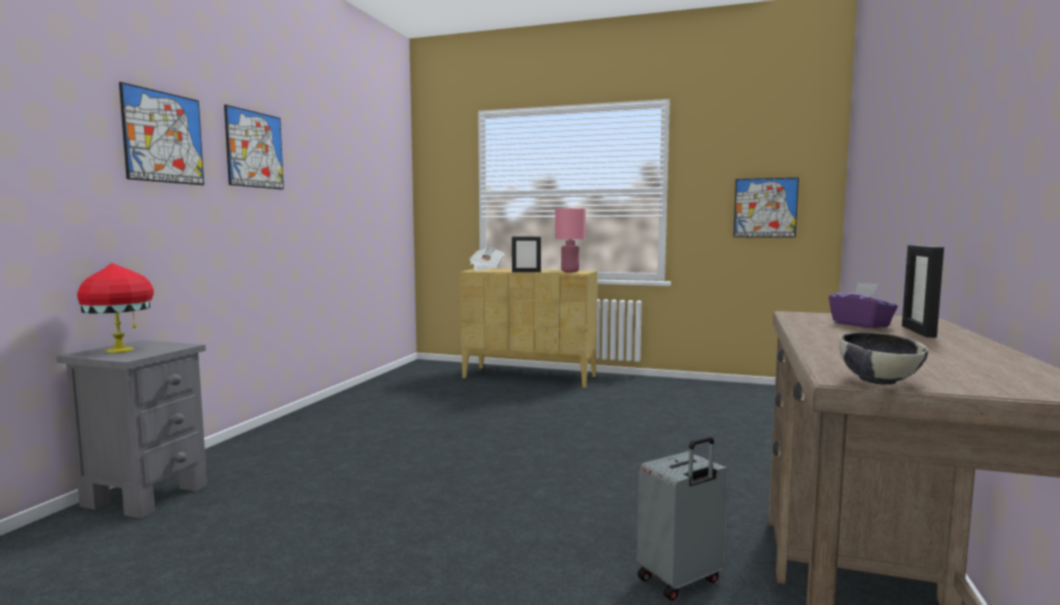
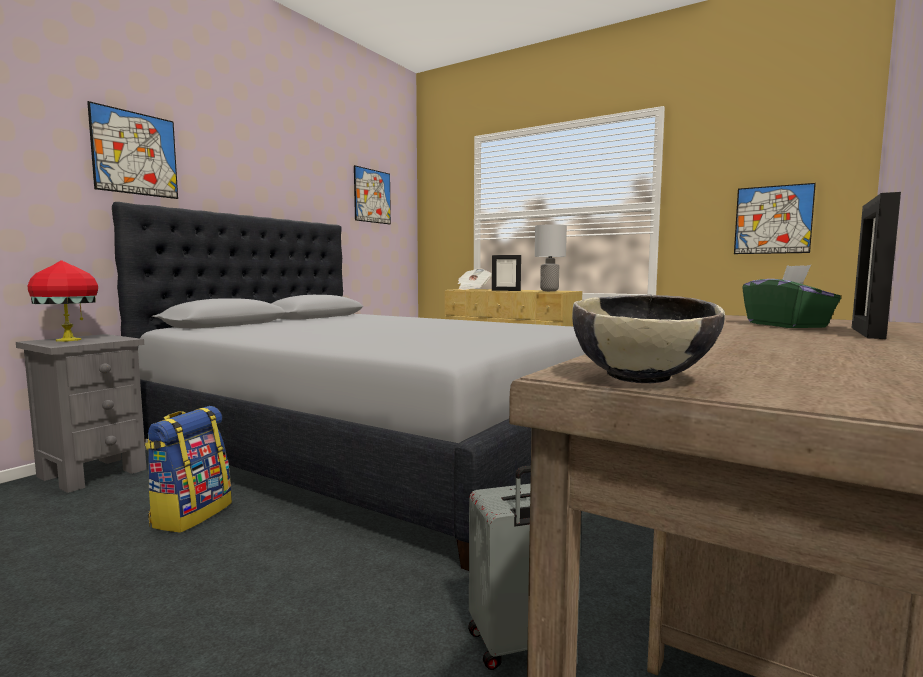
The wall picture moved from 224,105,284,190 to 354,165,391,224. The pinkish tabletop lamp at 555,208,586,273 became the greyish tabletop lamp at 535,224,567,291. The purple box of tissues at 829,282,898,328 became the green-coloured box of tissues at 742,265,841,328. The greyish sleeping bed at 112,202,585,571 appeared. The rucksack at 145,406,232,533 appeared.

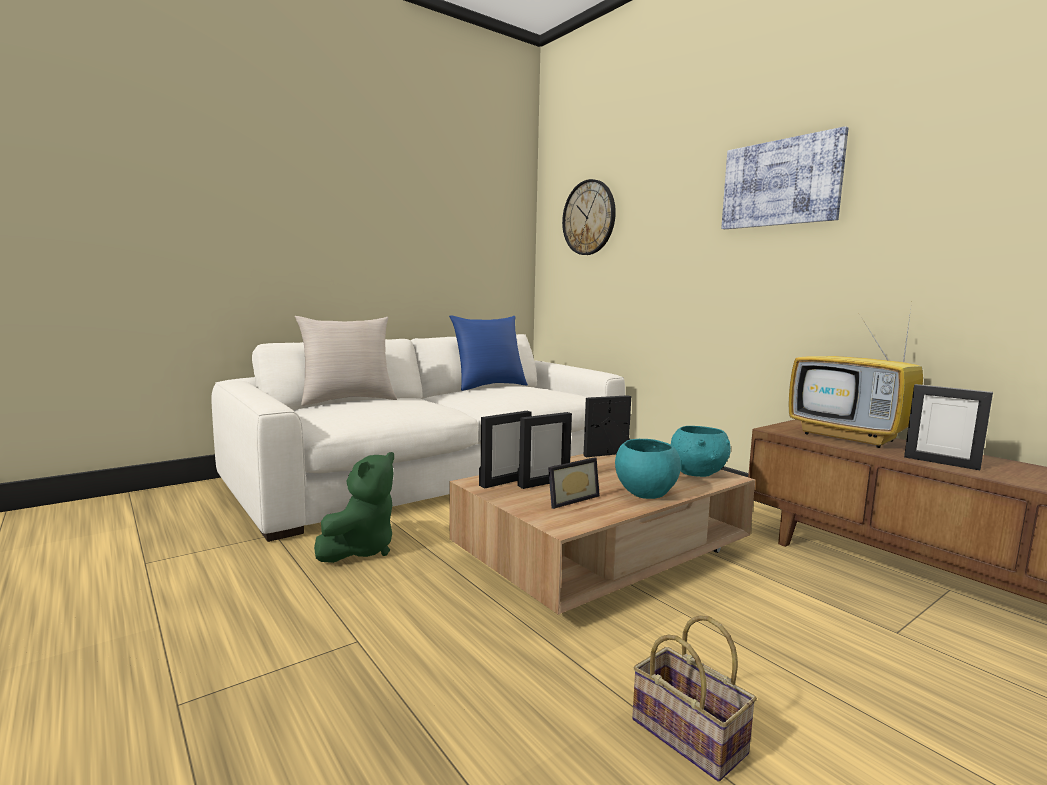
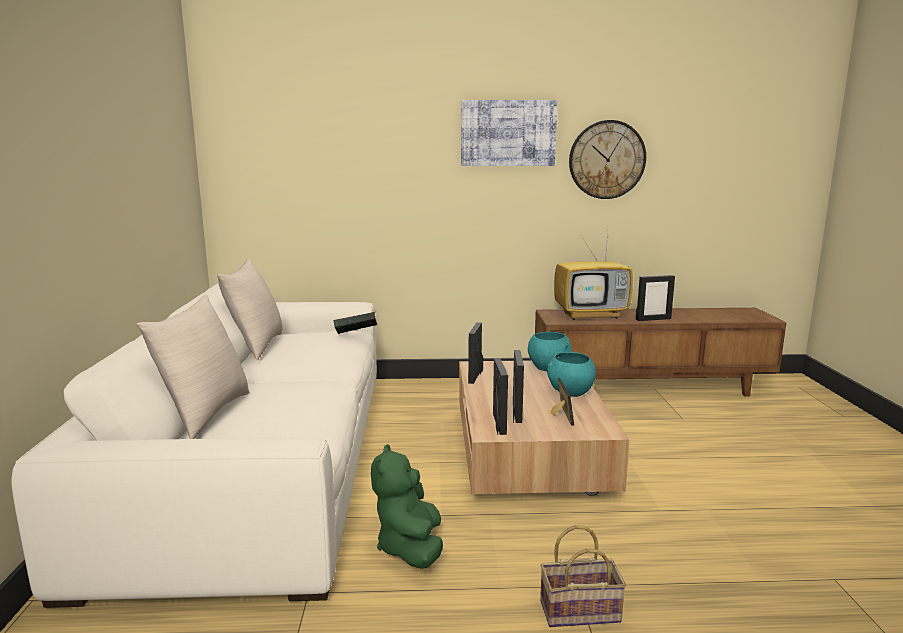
The hanging clock moved from 562,179,616,255 to 569,120,646,199. The blue pillow at 449,315,528,391 became the beige-coloured pillow at 217,259,282,360. The green-coloured cuddly toy at 314,452,394,563 turned 150 degrees counterclockwise. The basket moved from 632,615,757,782 to 540,525,626,627. The bound book at 333,312,377,334 appeared.

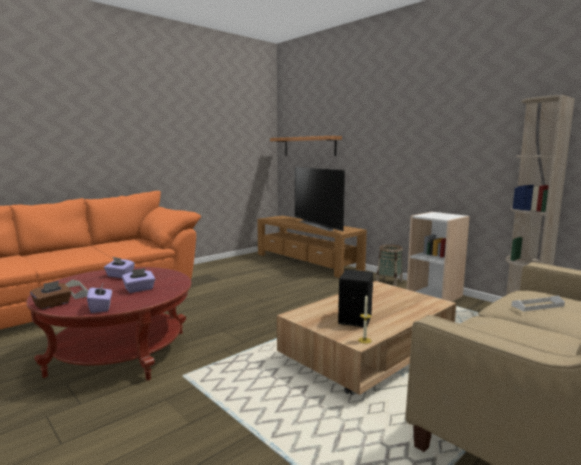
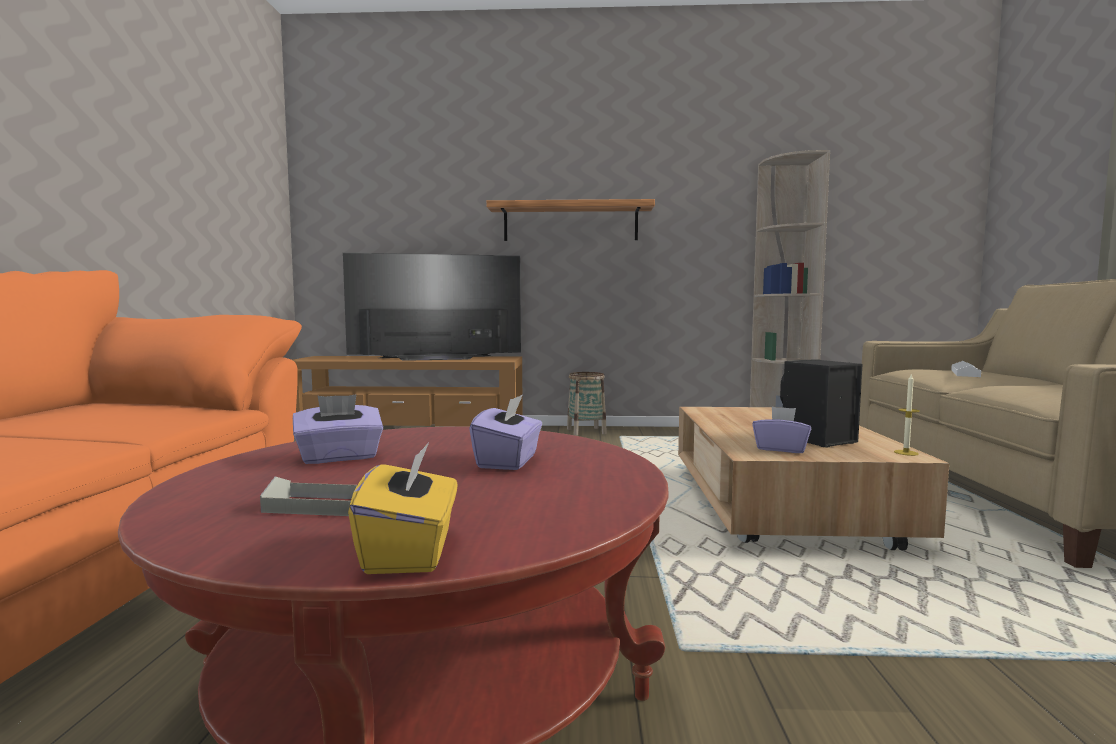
The wall shelf moved from 270,136,342,156 to 486,199,655,241. The TV at 295,167,345,231 turned 150 degrees clockwise. The bookcase at 407,212,470,302 disappeared. The brown box of tissues at 30,281,72,310 became the yellow box of tissues at 348,443,457,574. The purple box of tissues moved from 87,282,112,313 to 752,407,811,453.

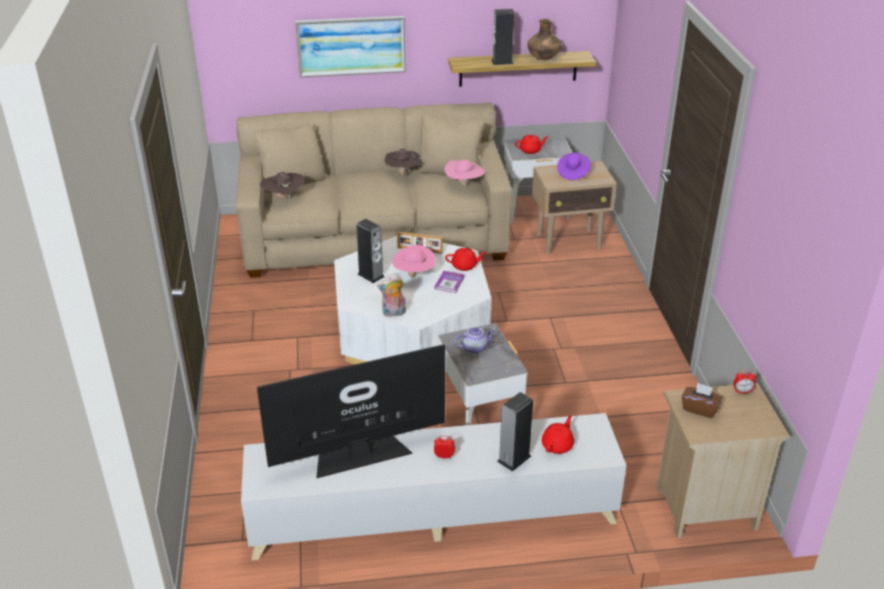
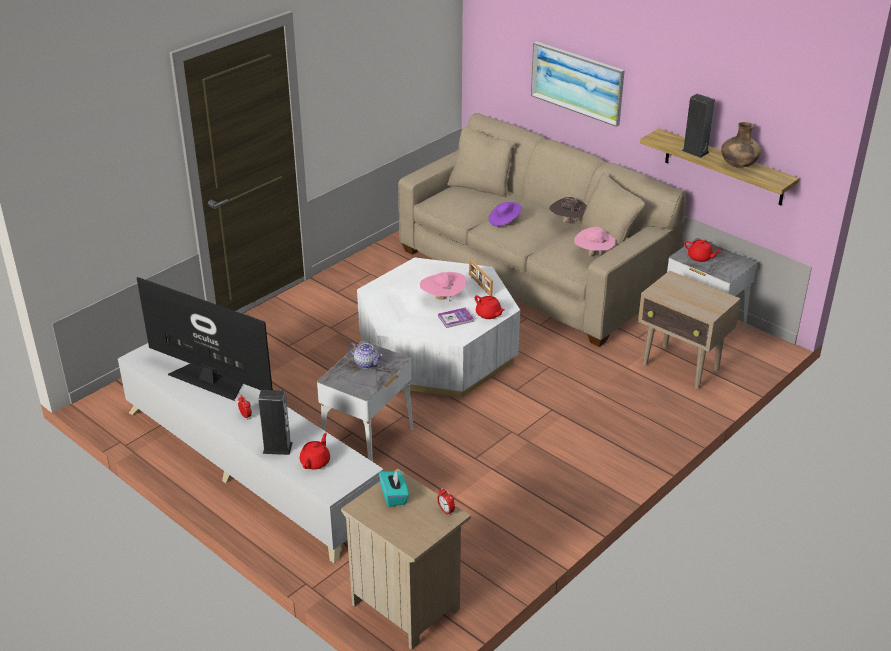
The purple wearable hat moved from 557,153,591,180 to 489,202,522,226. The brown wearable hat at 260,172,304,198 disappeared. The loudspeaker at 356,219,385,283 disappeared. The cuddly toy at 377,273,406,317 disappeared. The brown box of tissues at 682,383,722,418 became the blue-green box of tissues at 379,471,409,507. The red-coloured pot for tea at 542,415,574,454 turned 60 degrees counterclockwise.

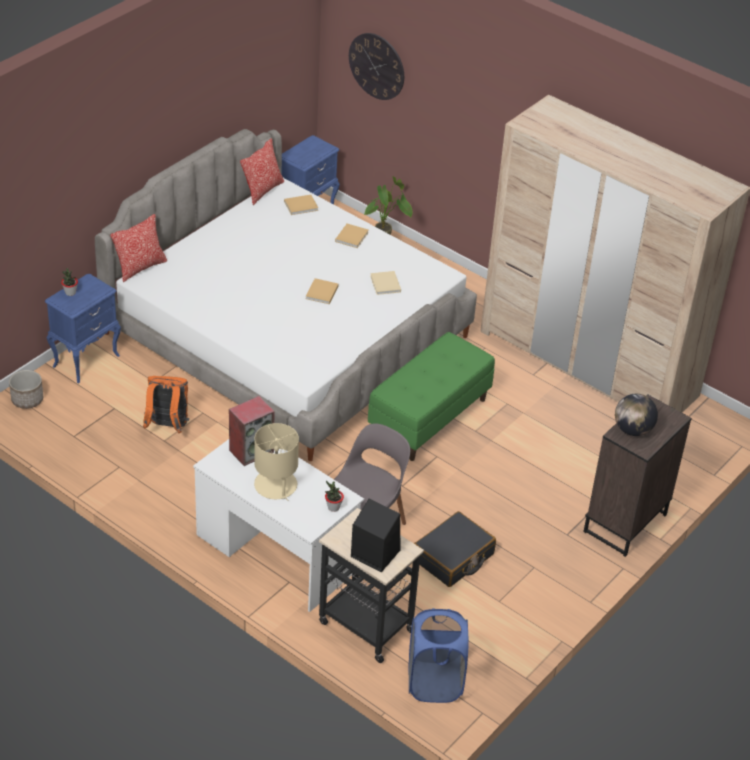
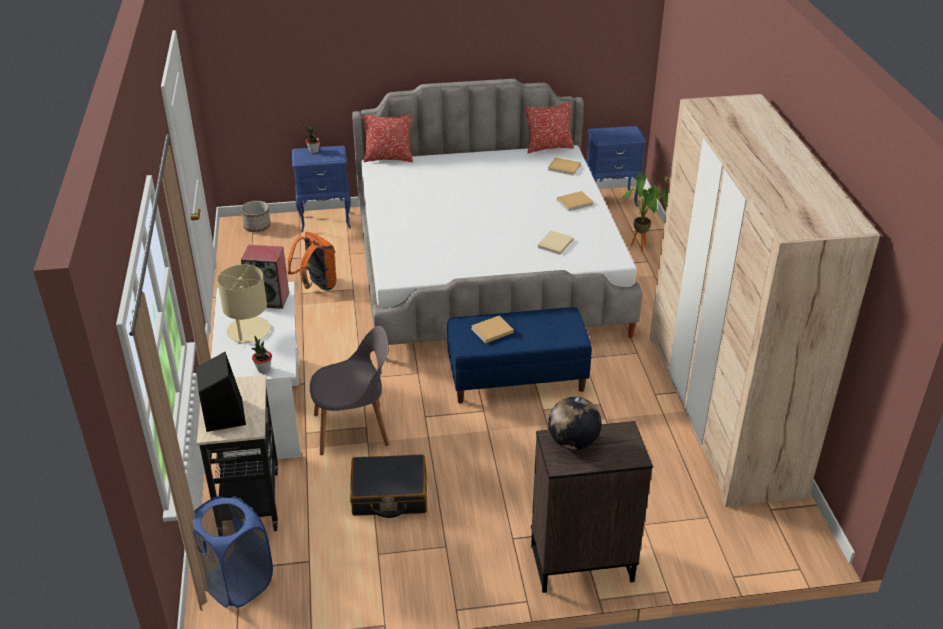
The hanging clock at 349,33,404,100 disappeared. The beige-coloured bound book moved from 306,278,339,304 to 471,316,514,343. The green-coloured indoor bench at 368,332,495,461 became the blue indoor bench at 447,307,592,404.

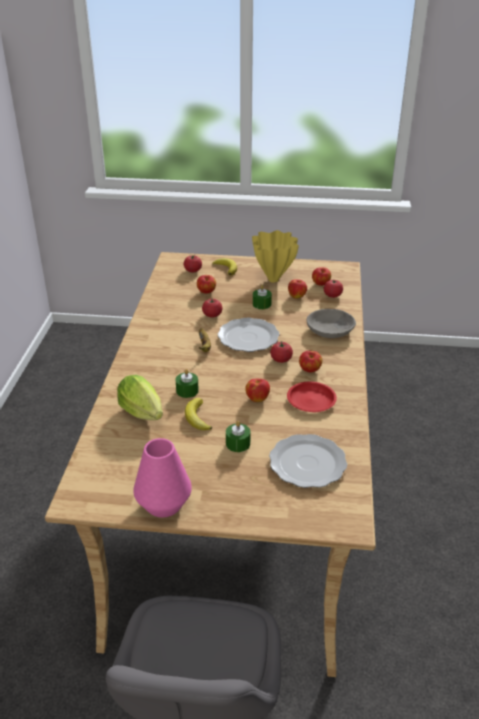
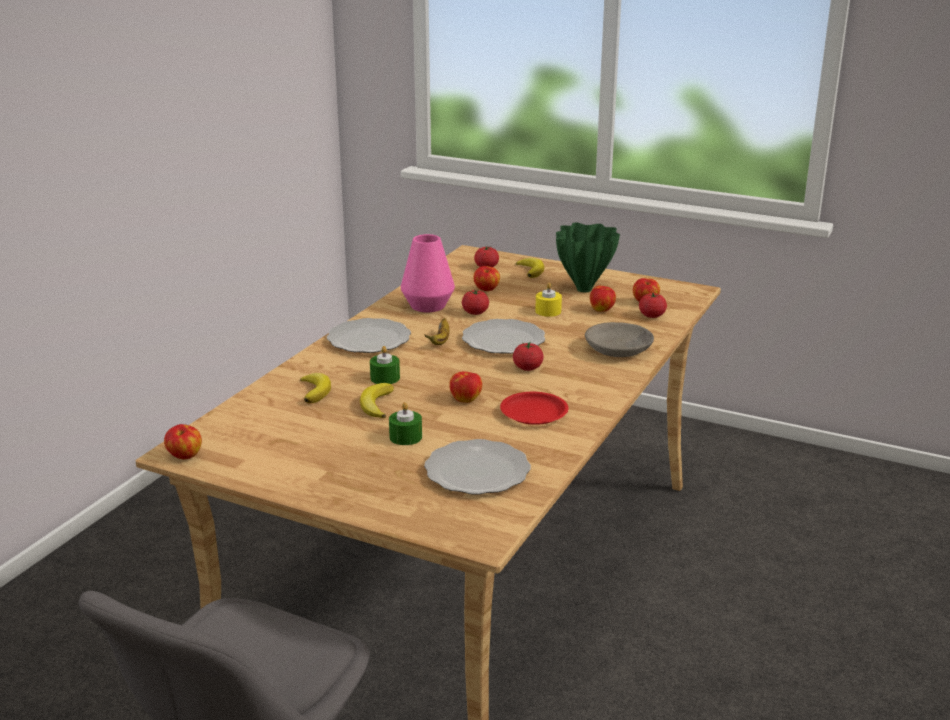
The yellow decorative vase at 252,230,299,282 became the green-coloured decorative vase at 556,223,620,292. The green-coloured wax candle at 253,285,272,309 became the yellow wax candle at 535,282,562,317. The apple moved from 299,351,322,372 to 164,424,202,459. The head of lettuce at 117,375,163,420 was replaced by the banana at 300,373,331,403. The pinkish decorative vase moved from 133,438,192,517 to 401,234,455,312. The flat dish at 327,318,411,353 appeared.

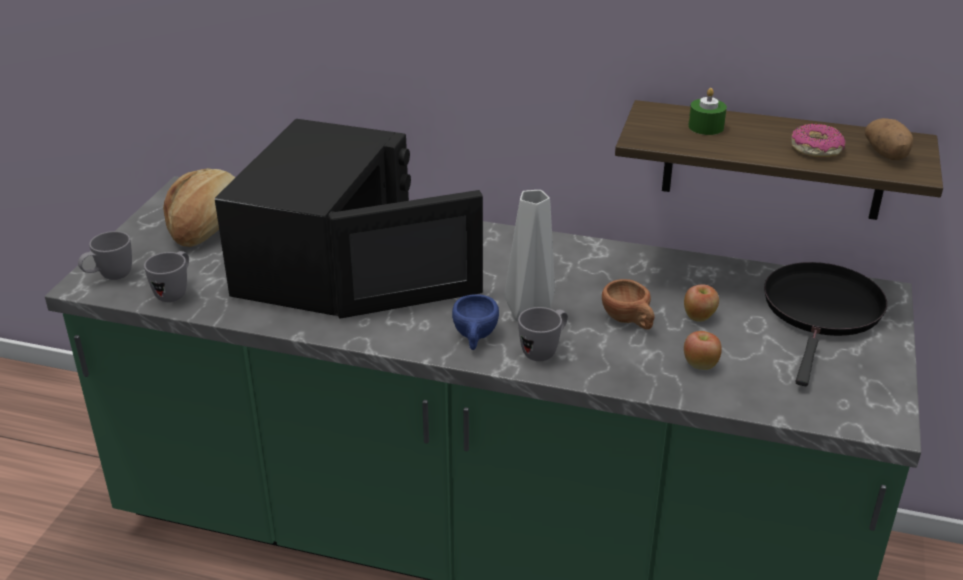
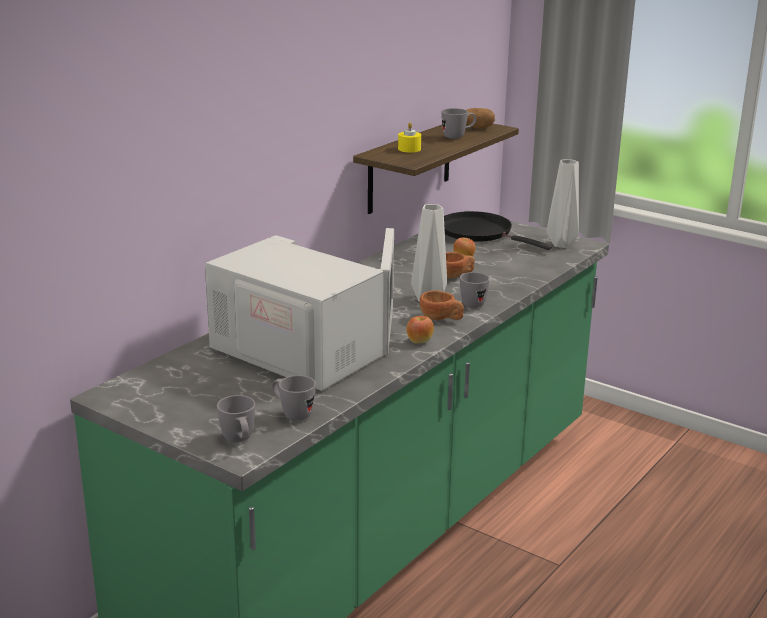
The green-coloured wax candle at 688,88,727,135 became the yellow wax candle at 398,122,421,153. The blackish microwave oven at 215,119,483,319 became the whitish microwave oven at 205,228,394,391. The doughnut at 792,124,845,157 was replaced by the greyish coffee mug at 441,108,476,139. The bread at 163,168,236,247 disappeared. The blue drinking cup at 452,294,499,350 became the brown drinking cup at 420,290,464,320. The apple moved from 684,331,722,370 to 407,316,434,343. The greyish decorative vase at 547,159,579,248 appeared.

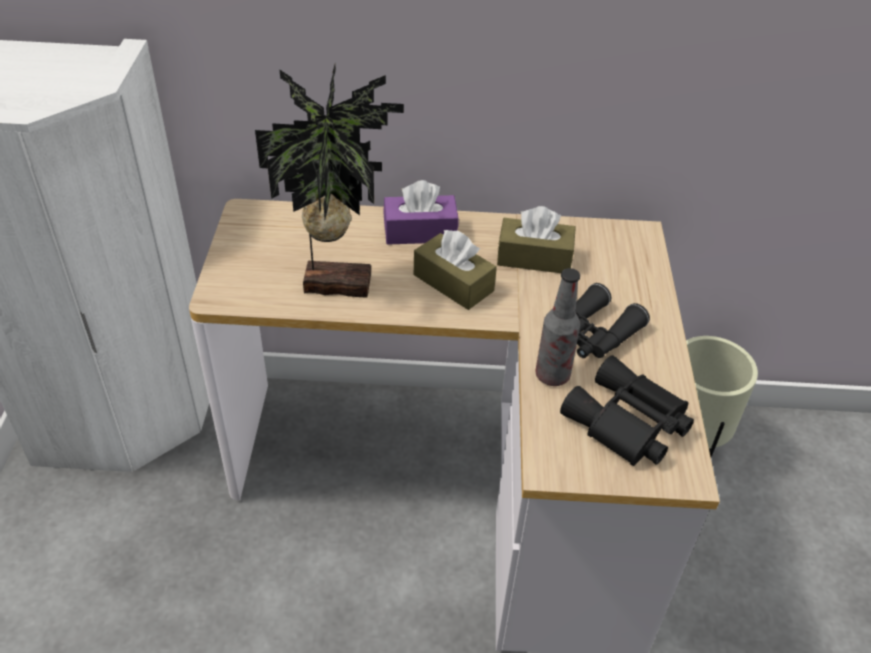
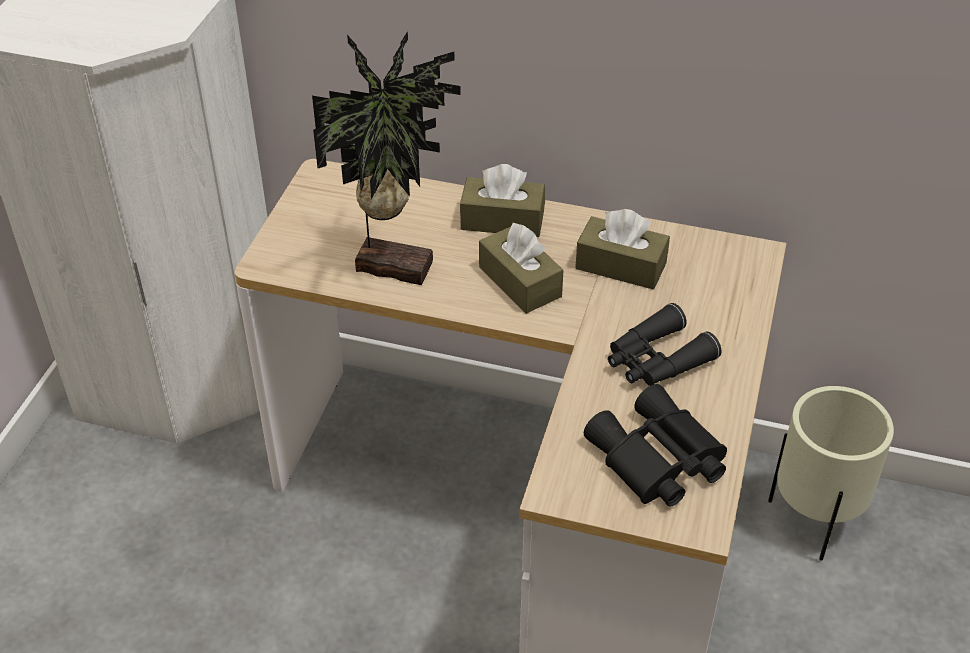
The purple box of tissues at 383,180,459,245 became the brown box of tissues at 460,164,545,237. The drink bottle at 536,268,580,386 disappeared.

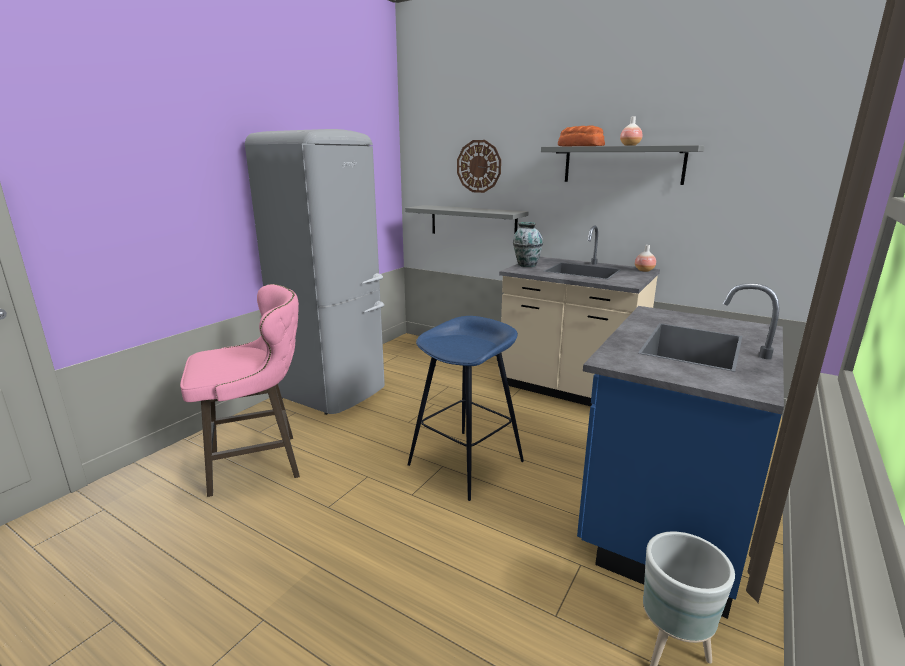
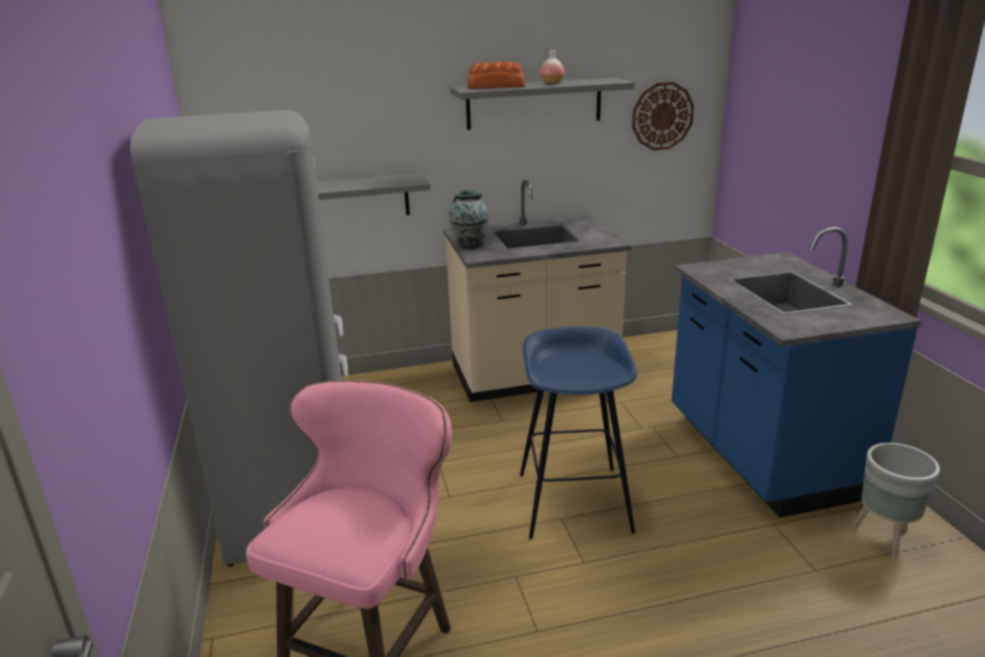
The hanging clock moved from 457,140,501,193 to 632,82,694,151. The decorative vase at 635,245,656,272 disappeared.

